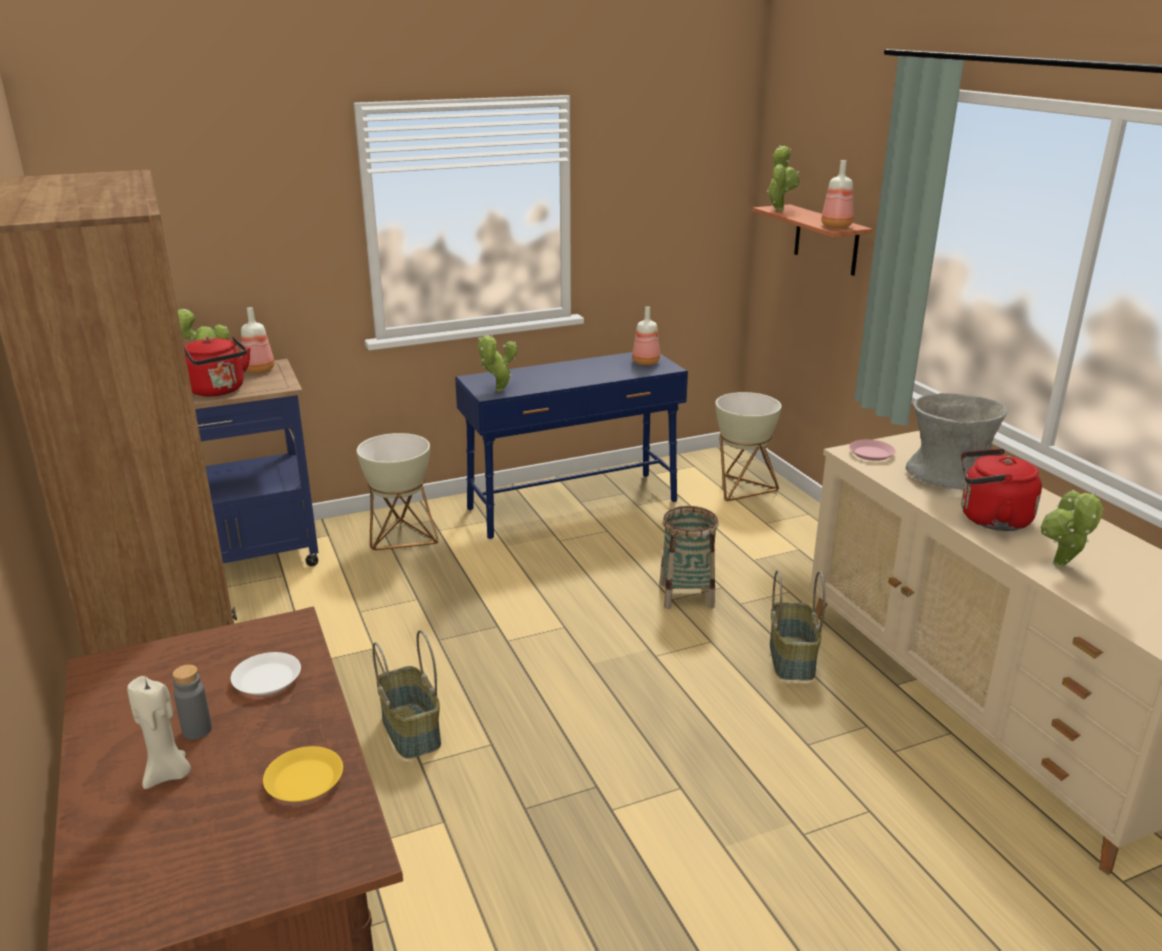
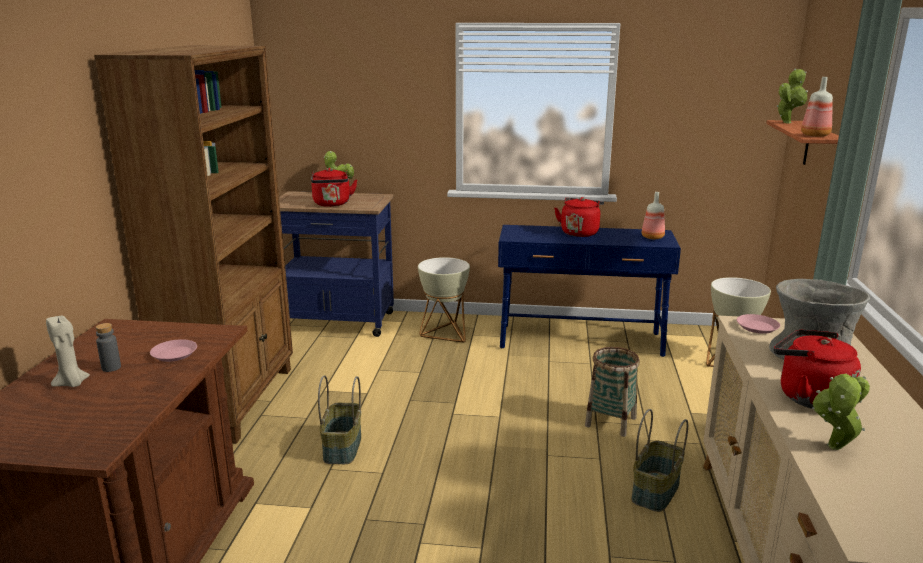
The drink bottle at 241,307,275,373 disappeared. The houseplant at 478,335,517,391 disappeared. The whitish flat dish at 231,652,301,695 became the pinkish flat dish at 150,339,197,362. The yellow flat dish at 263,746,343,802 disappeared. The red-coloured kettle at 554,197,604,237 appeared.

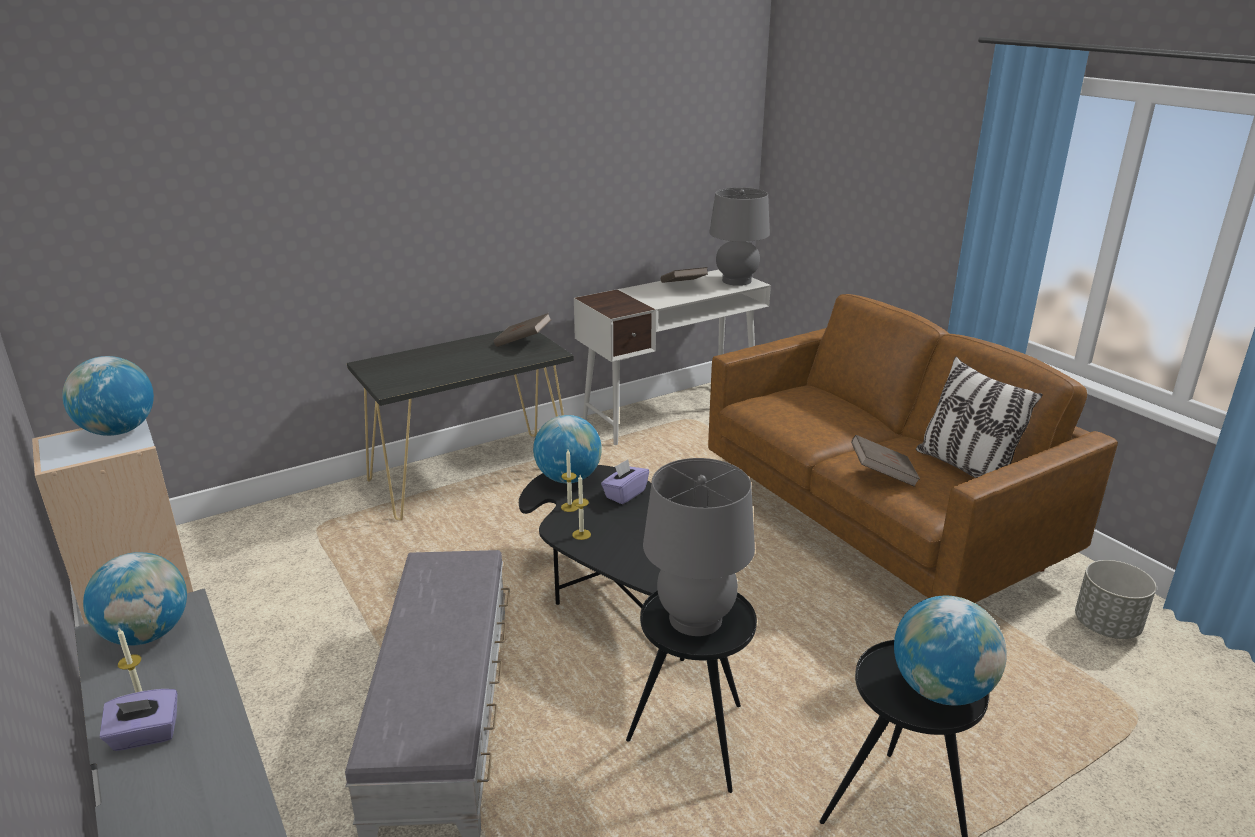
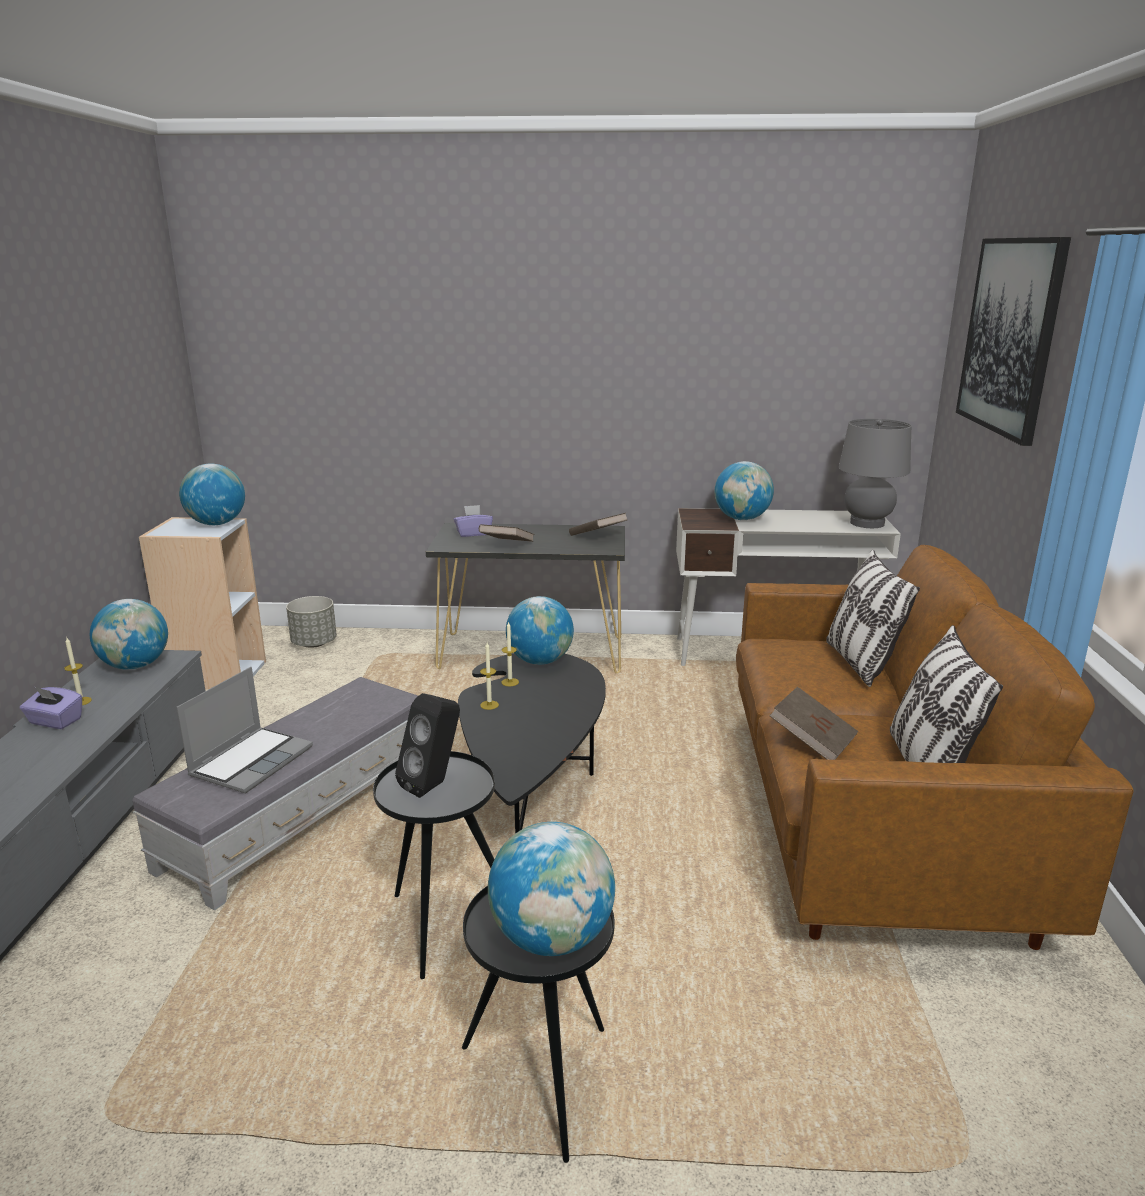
The brown bound book moved from 661,267,708,283 to 479,524,534,542. The greyish tabletop lamp at 643,458,755,636 was replaced by the blackish loudspeaker at 395,693,460,798. The purple box of tissues moved from 601,459,649,504 to 454,505,493,537. The greyish planter moved from 1075,560,1156,639 to 286,596,337,648. The wall picture at 956,237,1071,446 appeared. The desk globe at 715,461,774,520 appeared. The pillow at 826,550,920,687 appeared. The laptop at 176,667,313,793 appeared.

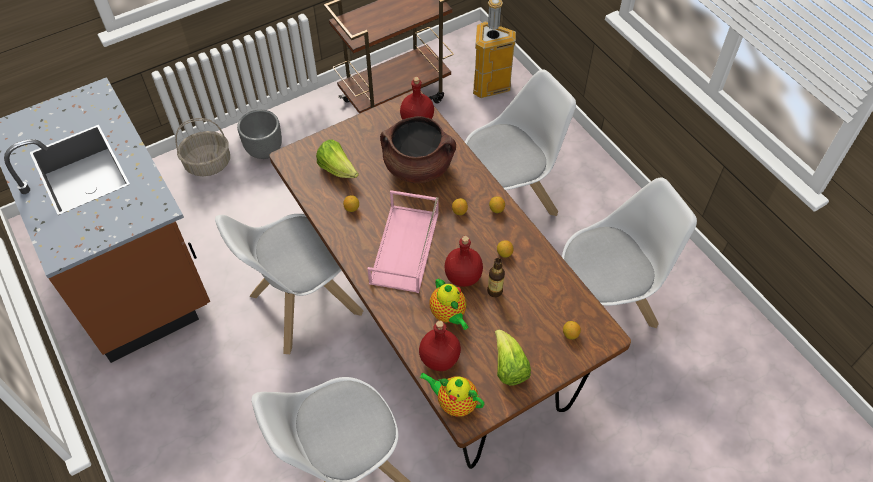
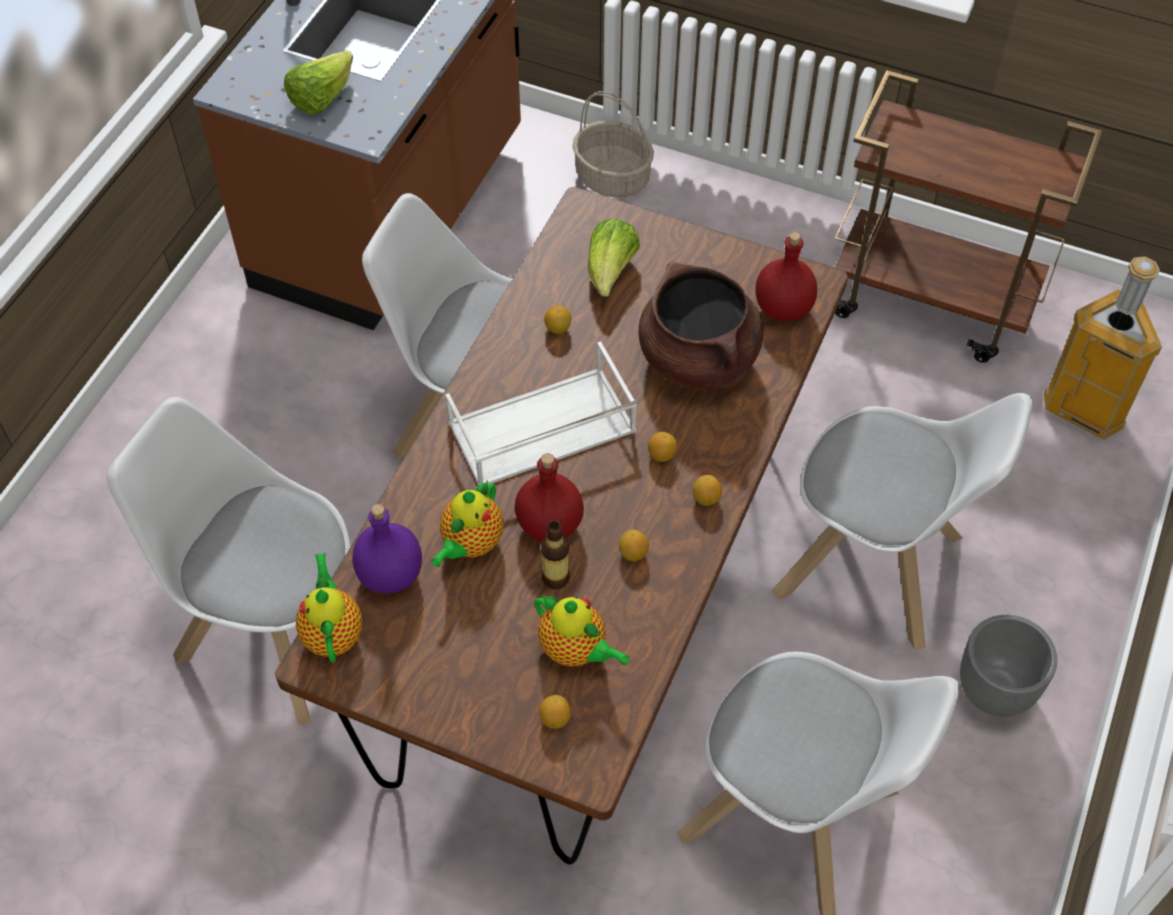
The greyish planter moved from 237,110,282,159 to 960,615,1057,717. The pinkish carrying tray at 367,190,439,293 became the whitish carrying tray at 445,341,637,485. The red-coloured drink bottle at 419,321,461,371 became the purple drink bottle at 352,504,422,593. The head of lettuce moved from 495,329,531,386 to 284,50,353,115. The pot for tea at 534,595,629,667 appeared.

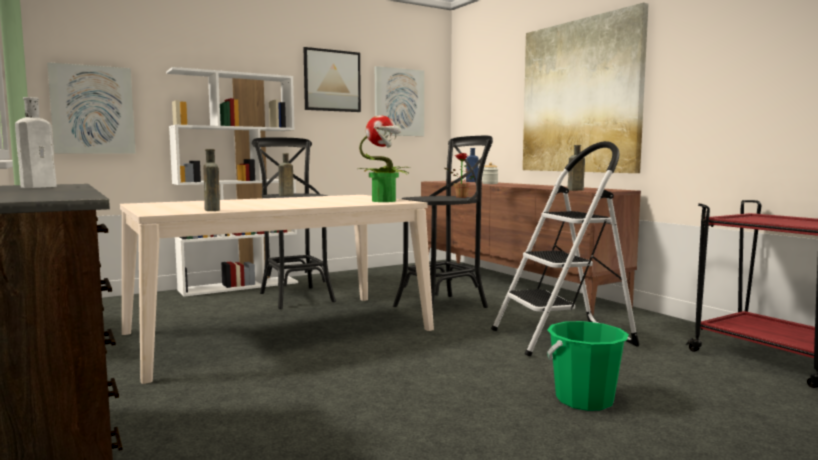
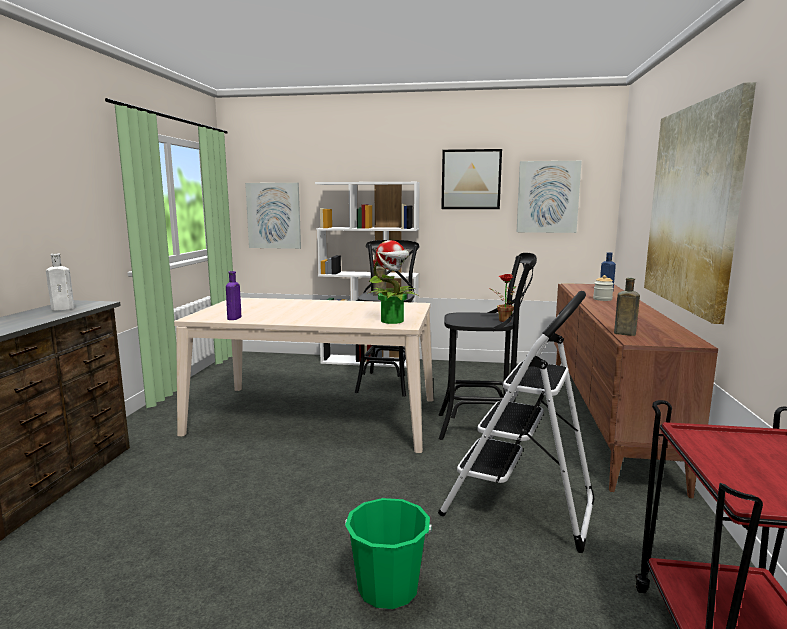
The brown drink bottle at 203,149,220,211 became the purple drink bottle at 226,271,241,320.

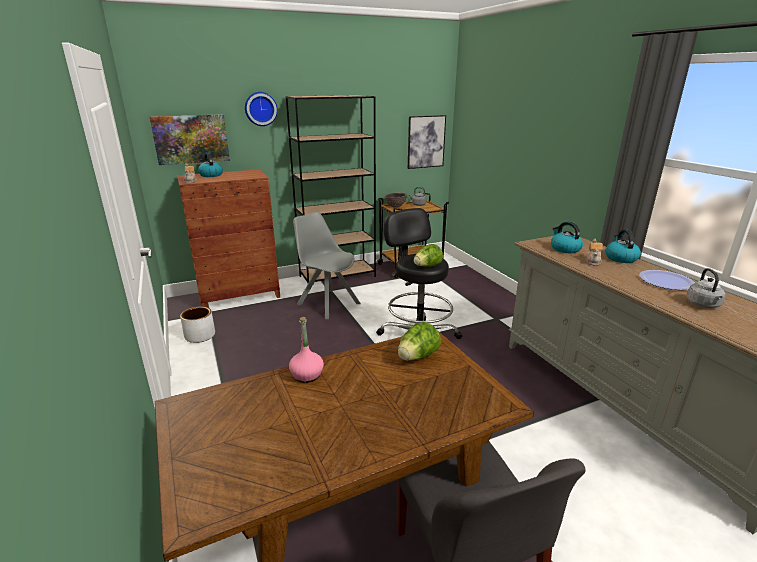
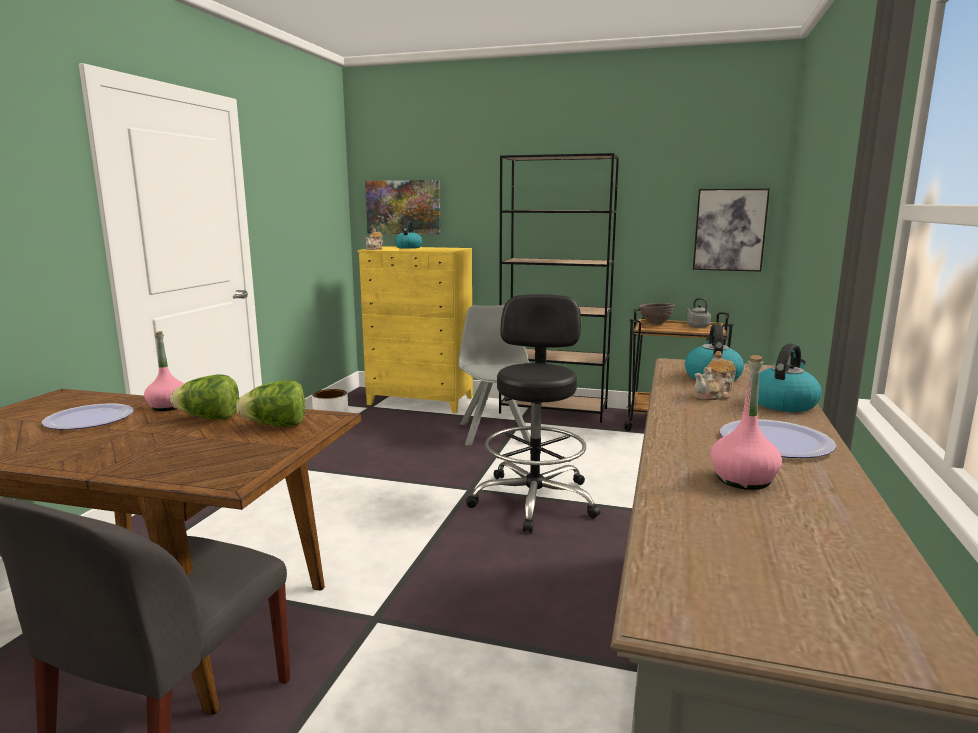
The hanging clock at 245,92,278,126 disappeared. The brown drawer chest at 177,169,280,307 became the yellow drawer chest at 358,246,473,413. The head of lettuce moved from 414,244,443,267 to 170,375,239,420. The greyish kettle at 687,268,725,308 was replaced by the pinkish drink bottle at 710,355,782,490. The flat dish at 41,404,134,430 appeared.

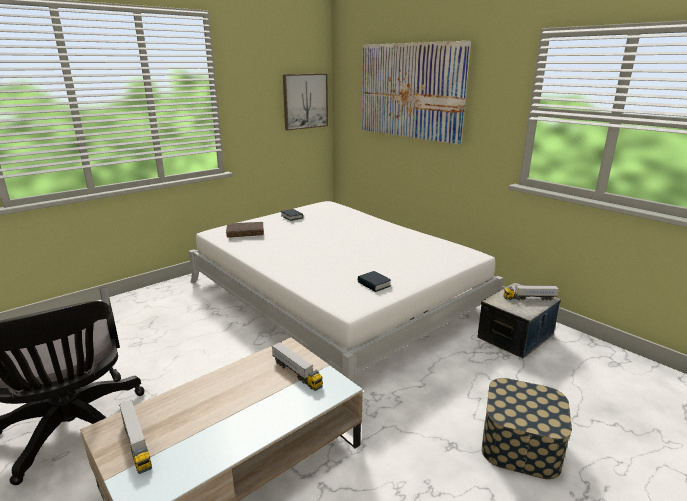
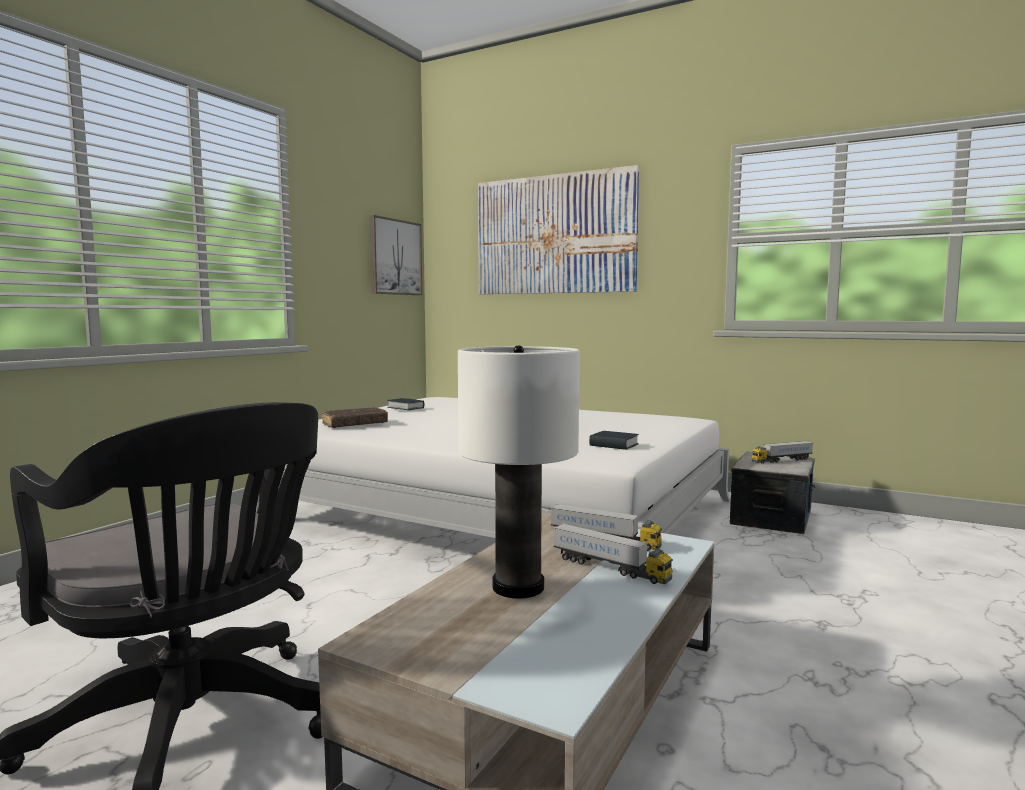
The storage bin at 482,378,572,479 disappeared. The toy truck moved from 119,400,152,474 to 554,523,673,584. The whitish tabletop lamp at 458,345,580,599 appeared.

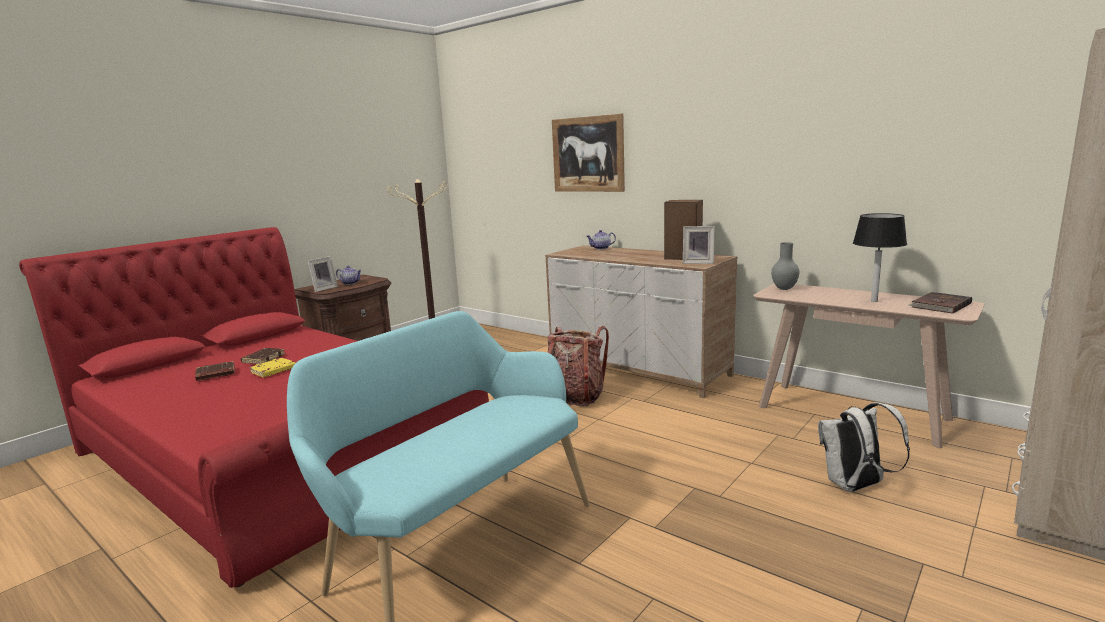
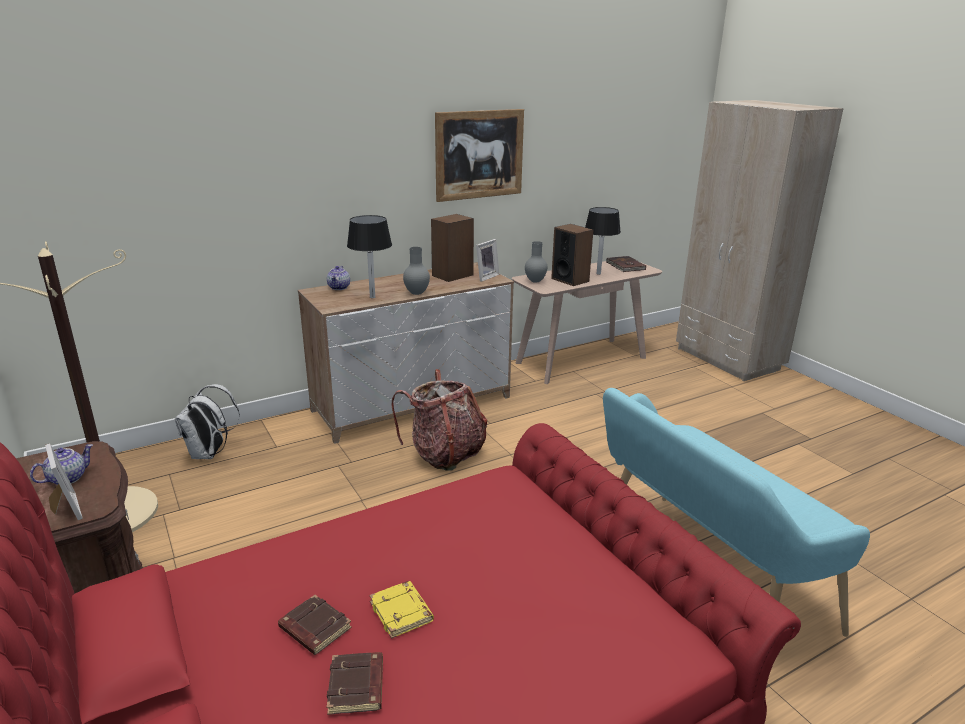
The wall picture moved from 552,114,625,192 to 435,109,524,202. The whitish rucksack moved from 818,402,910,492 to 175,384,240,459. The blackish tabletop lamp at 347,215,392,298 appeared. The loudspeaker at 551,224,593,286 appeared. The greyish decorative vase at 403,247,430,295 appeared.

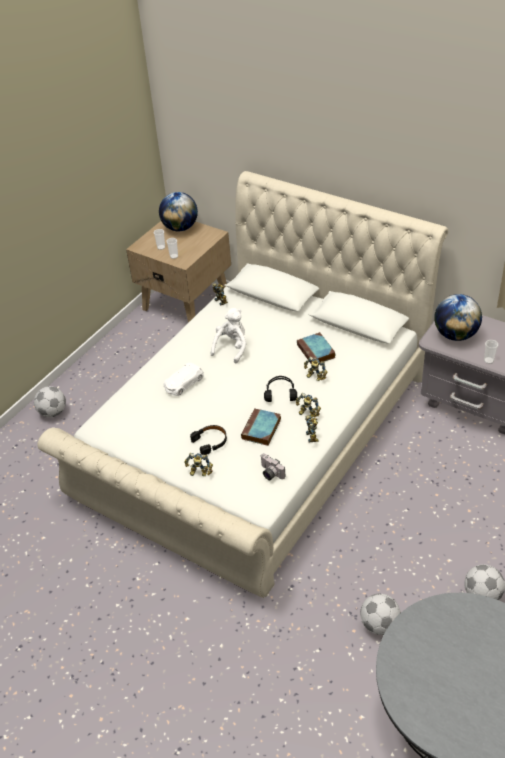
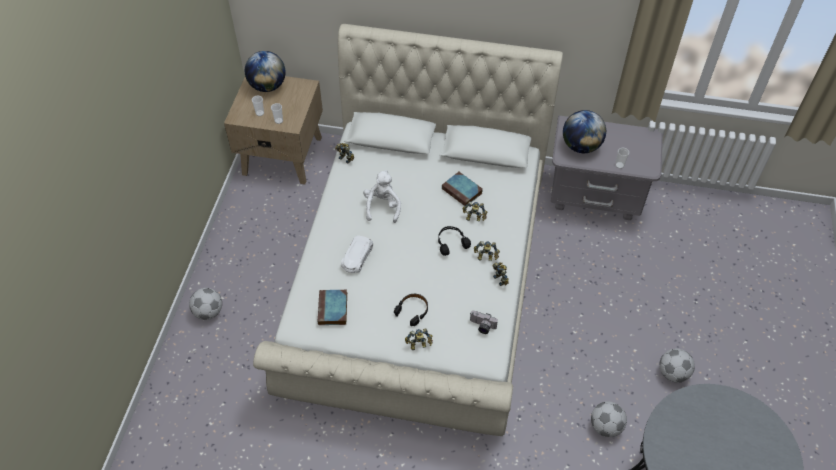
The bound book moved from 241,408,281,446 to 318,290,347,325.

